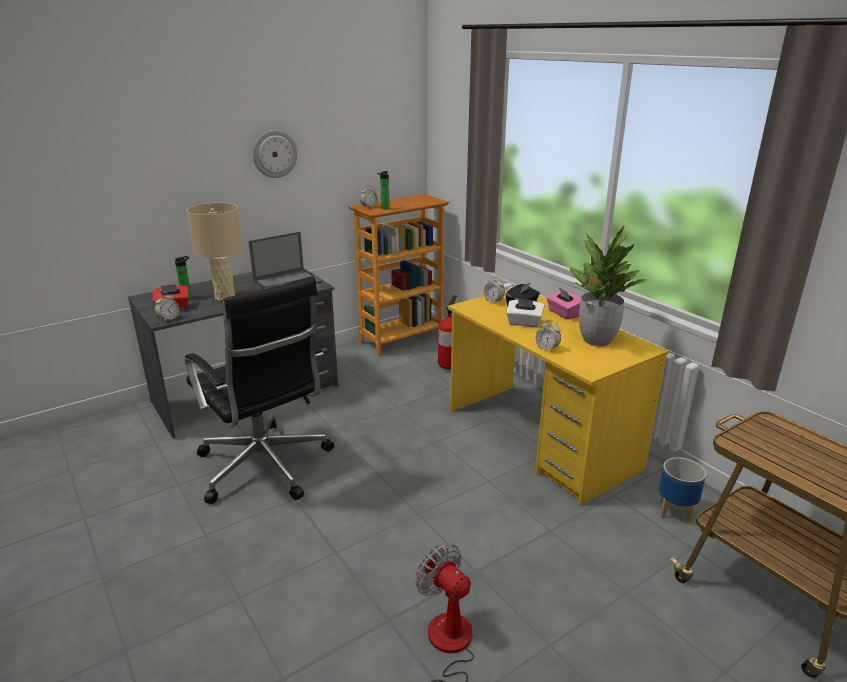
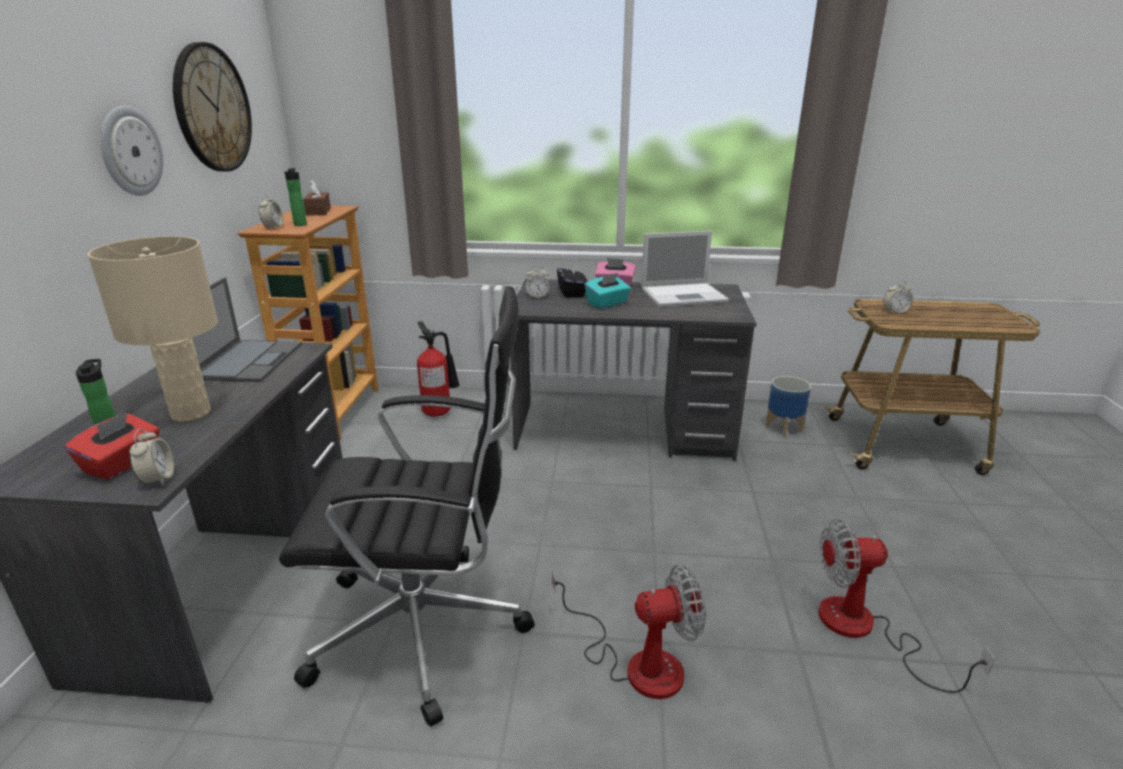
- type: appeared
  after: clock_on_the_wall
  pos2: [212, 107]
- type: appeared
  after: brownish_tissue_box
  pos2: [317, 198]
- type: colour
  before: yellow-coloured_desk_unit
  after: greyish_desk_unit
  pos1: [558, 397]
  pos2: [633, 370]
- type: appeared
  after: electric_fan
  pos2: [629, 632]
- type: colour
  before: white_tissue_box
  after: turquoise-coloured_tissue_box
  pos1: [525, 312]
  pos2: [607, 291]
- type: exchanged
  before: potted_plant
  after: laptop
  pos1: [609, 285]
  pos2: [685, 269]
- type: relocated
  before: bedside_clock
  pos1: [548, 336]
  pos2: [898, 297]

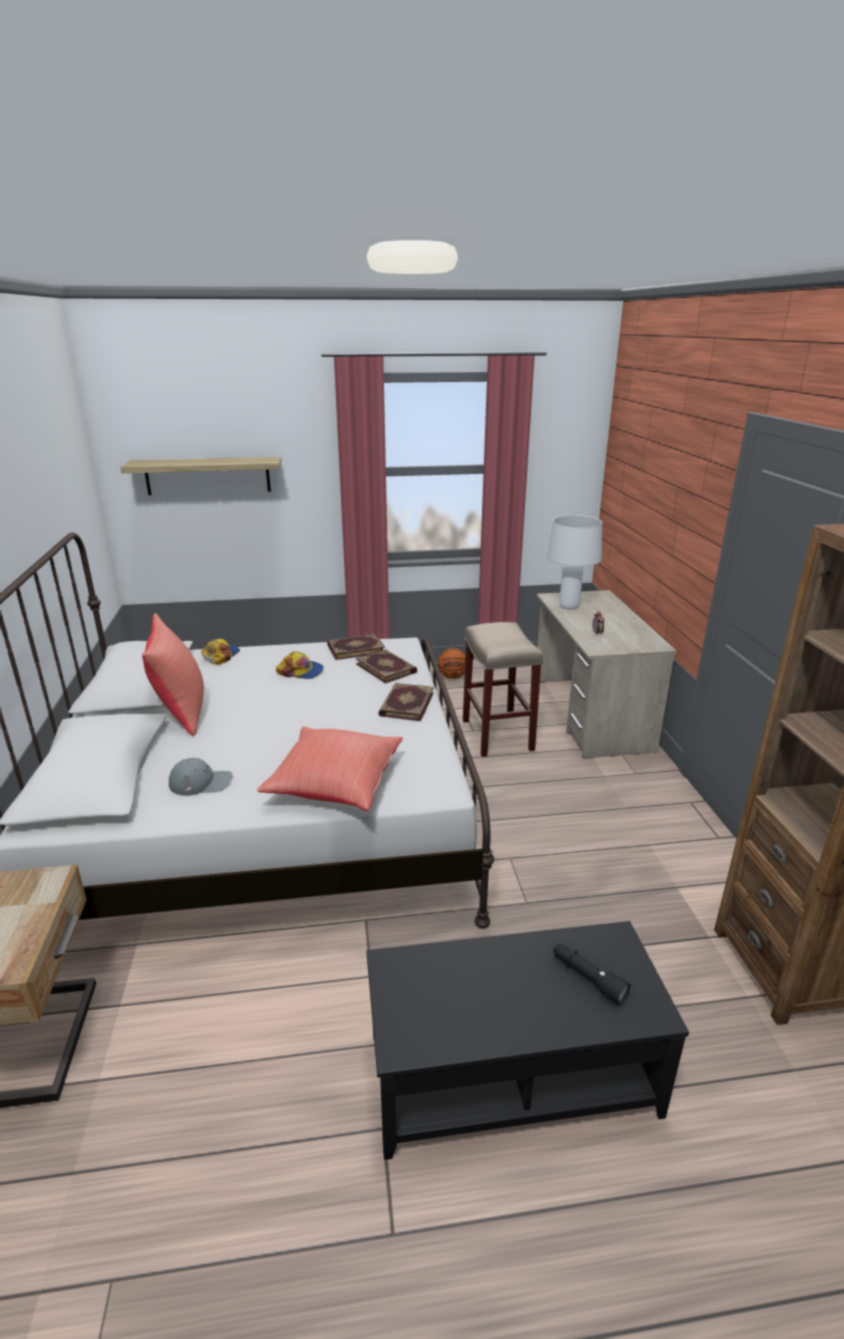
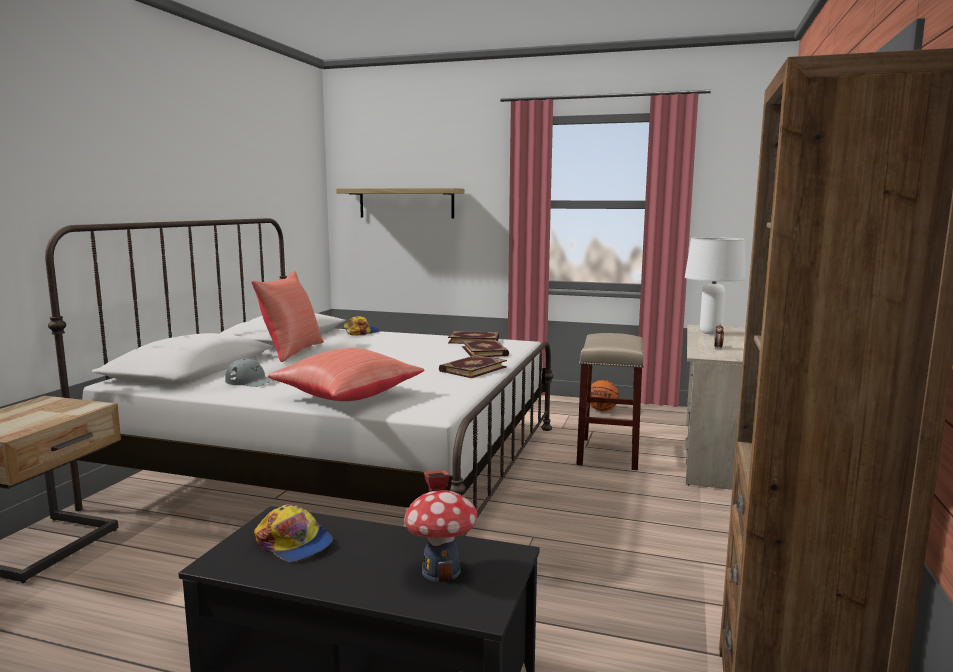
- type: relocated
  before: baseball_cap
  pos1: [300, 665]
  pos2: [293, 533]
- type: exchanged
  before: black_flashlight
  after: model_house
  pos1: [592, 975]
  pos2: [440, 526]

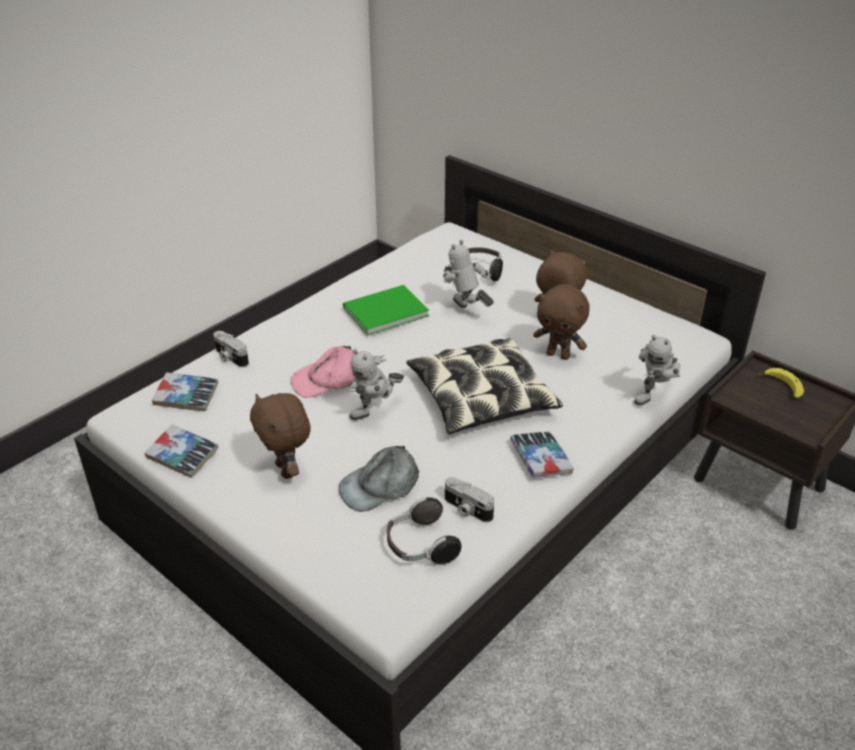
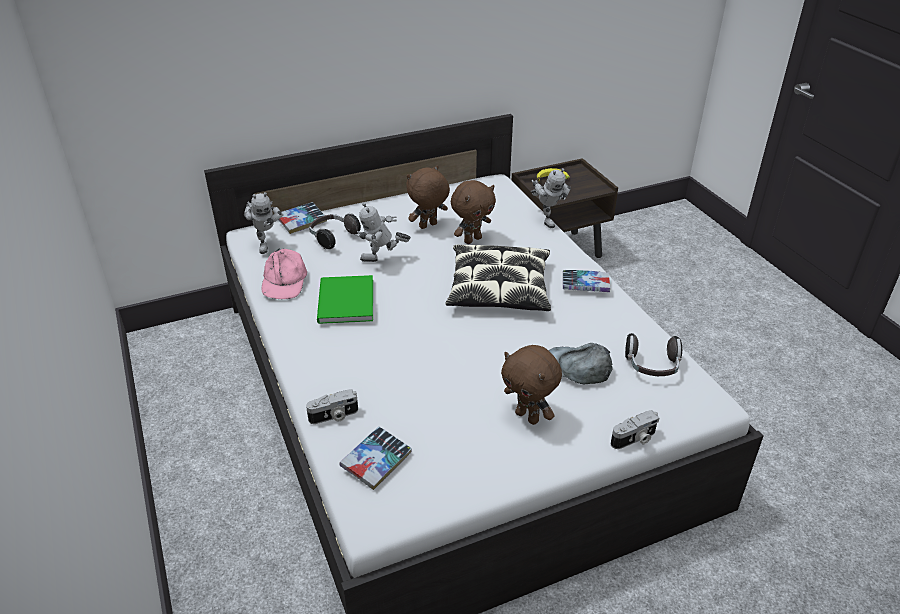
- type: relocated
  before: toy_robot
  pos1: [376, 384]
  pos2: [263, 223]
- type: relocated
  before: pink-coloured_baseball_cap
  pos1: [323, 372]
  pos2: [284, 273]
- type: relocated
  before: volume
  pos1: [181, 451]
  pos2: [302, 218]
- type: spun
  before: brownish_soft_toy
  pos1: [280, 436]
  pos2: [531, 385]
  turn: 45
- type: spun
  before: greyish_baseball_cap
  pos1: [378, 479]
  pos2: [580, 363]
  turn: 120
- type: relocated
  before: still_camera
  pos1: [469, 499]
  pos2: [635, 429]

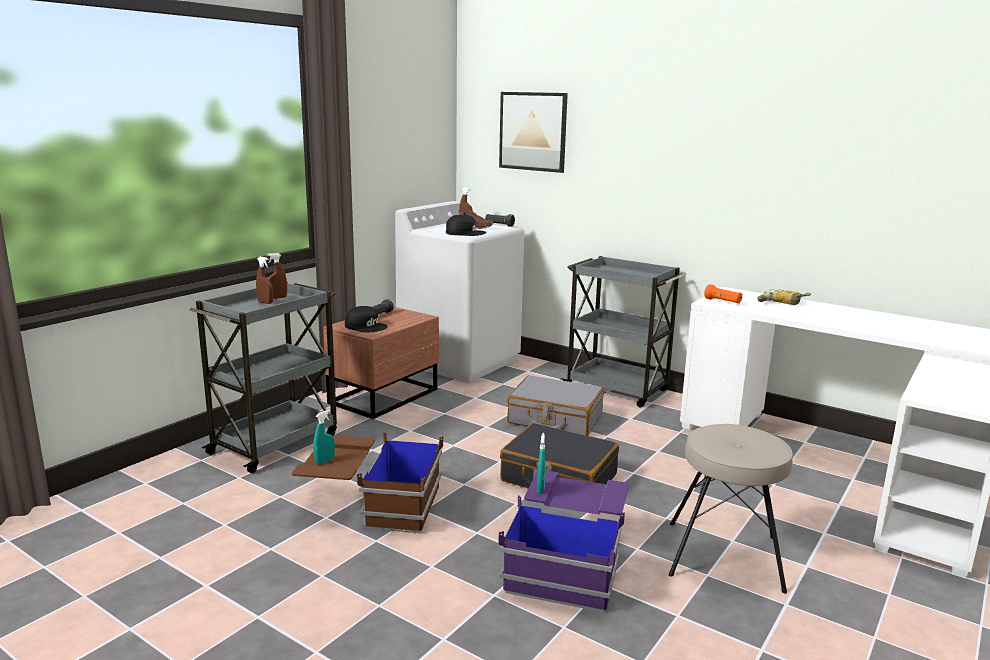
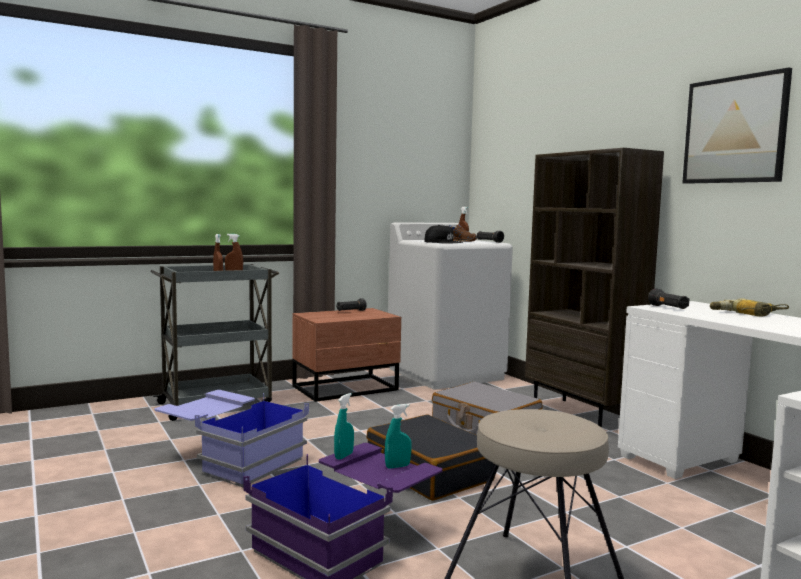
- type: colour
  before: brownish_storage_bin
  after: blue_storage_bin
  pos1: [367, 482]
  pos2: [231, 438]
- type: relocated
  before: turquoise-coloured_hand_sprayer
  pos1: [324, 437]
  pos2: [398, 436]
- type: exchanged
  before: greyish_cart
  after: brownish_bookcase
  pos1: [623, 332]
  pos2: [594, 288]
- type: colour
  before: orangey_flashlight
  after: black_flashlight
  pos1: [723, 294]
  pos2: [669, 299]
- type: relocated
  before: wall_art
  pos1: [533, 132]
  pos2: [737, 126]
- type: missing
  before: black_baseball_cap
  pos1: [366, 319]

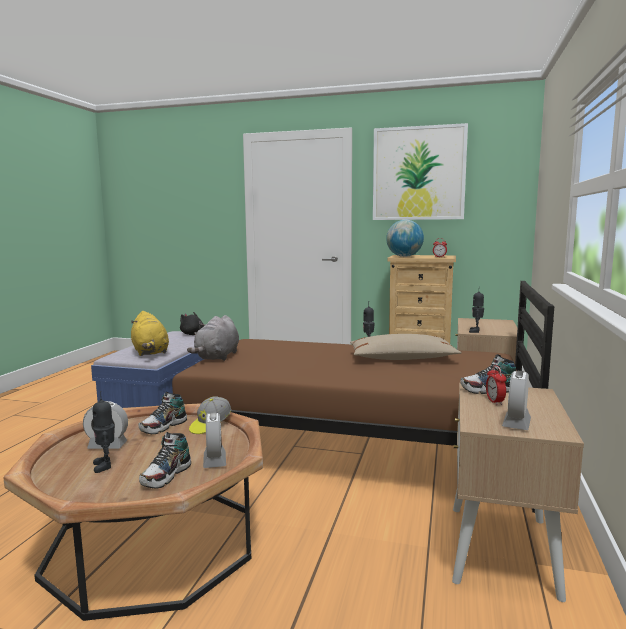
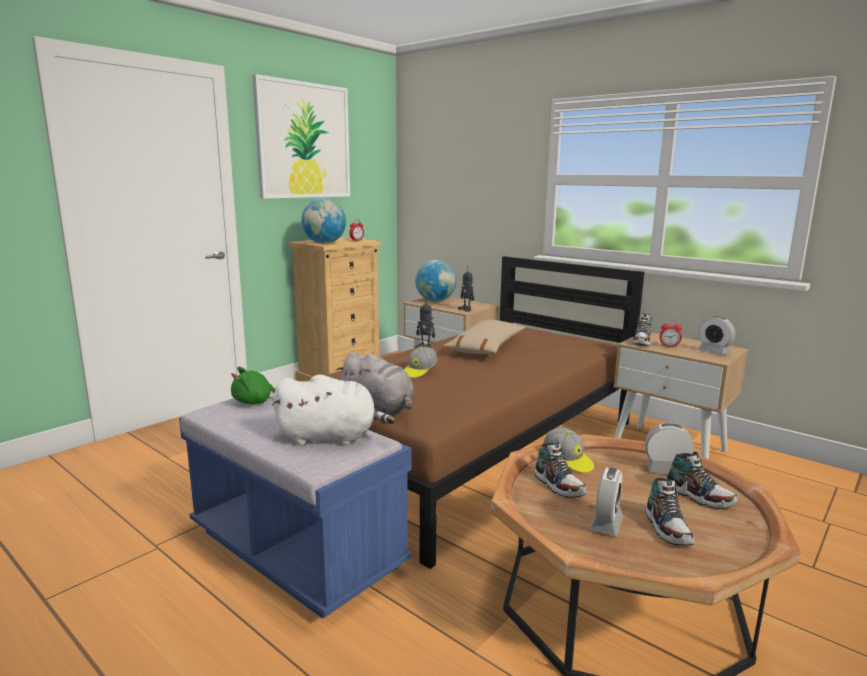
- type: colour
  before: black_soft_toy
  after: green-coloured_soft_toy
  pos1: [192, 323]
  pos2: [253, 385]
- type: colour
  before: yellow-coloured_soft_toy
  after: white_soft_toy
  pos1: [150, 333]
  pos2: [333, 409]
- type: appeared
  after: baseball_cap
  pos2: [420, 362]
- type: appeared
  after: world_globe
  pos2: [435, 280]
- type: exchanged
  before: toy_robot
  after: low_shoe
  pos1: [103, 432]
  pos2: [669, 512]

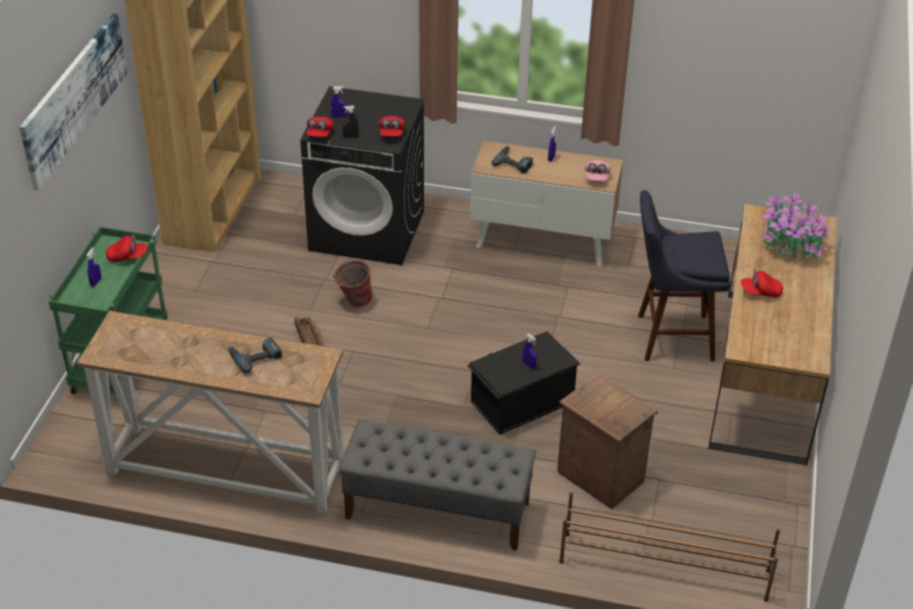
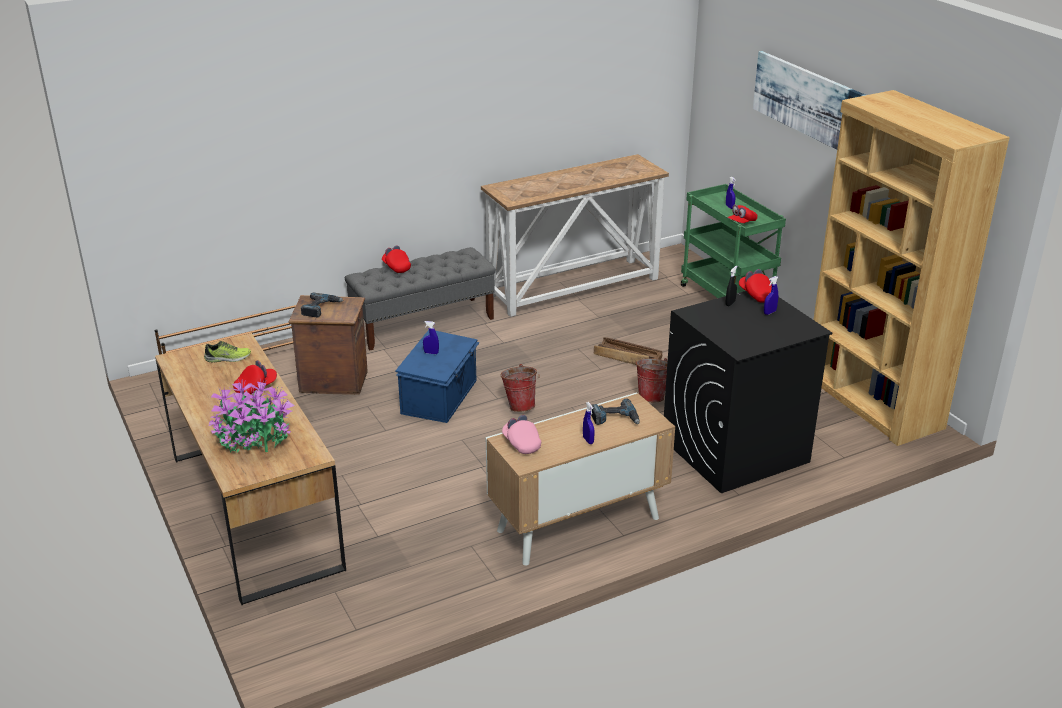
- type: appeared
  after: low_shoe
  pos2: [227, 352]
- type: relocated
  before: drill
  pos1: [255, 355]
  pos2: [322, 305]
- type: relocated
  before: red-coloured_baseball_cap
  pos1: [392, 126]
  pos2: [396, 259]
- type: colour
  before: black_storage_bin
  after: blue_storage_bin
  pos1: [523, 383]
  pos2: [437, 376]
- type: appeared
  after: water_bucket
  pos2: [520, 388]
- type: missing
  before: blue_stool
  pos1: [684, 276]

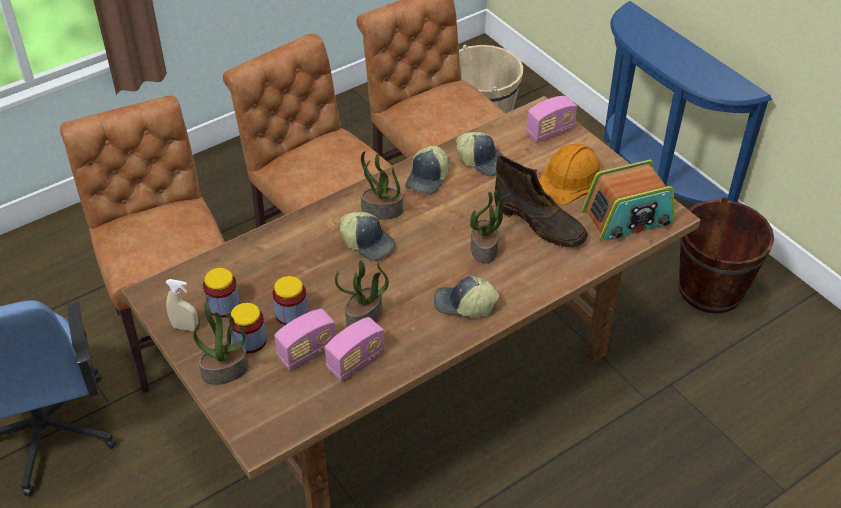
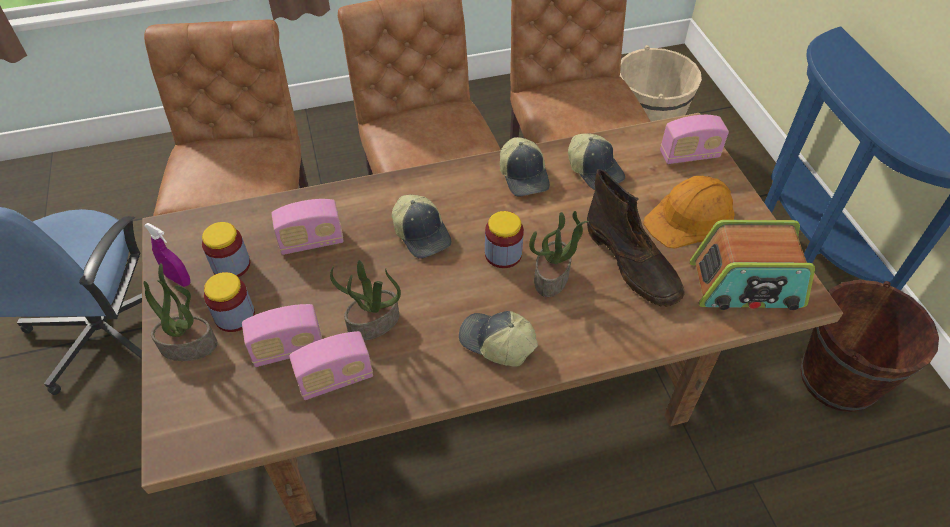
- type: colour
  before: beige-coloured_hand_sprayer
  after: purple-coloured_hand_sprayer
  pos1: [181, 305]
  pos2: [167, 255]
- type: appeared
  after: radio_receiver
  pos2: [308, 227]
- type: relocated
  before: storage_jar
  pos1: [290, 300]
  pos2: [504, 239]
- type: spun
  before: baseball_cap
  pos1: [427, 170]
  pos2: [525, 167]
  turn: -60
- type: missing
  before: potted_plant
  pos1: [382, 185]

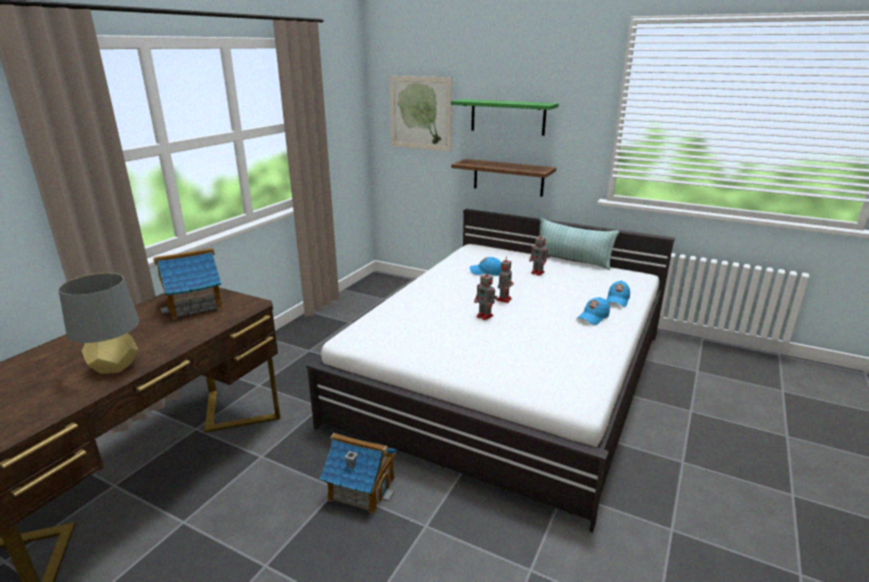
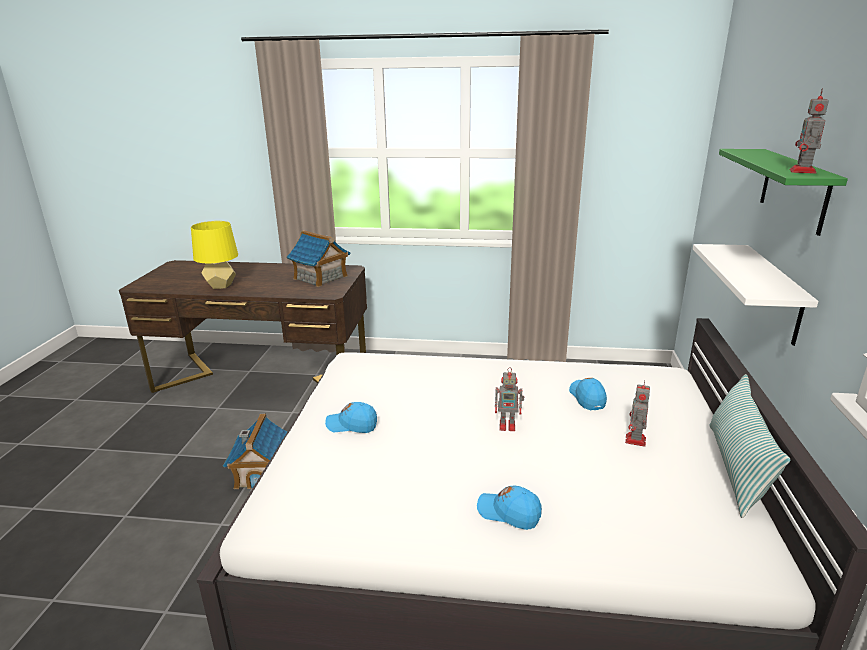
- type: colour
  before: greyish_lamp_for_a_table
  after: yellow-coloured_lamp_for_a_table
  pos1: [98, 323]
  pos2: [214, 255]
- type: relocated
  before: blue_baseball_cap
  pos1: [618, 294]
  pos2: [351, 417]
- type: colour
  before: brownish_wall_shelf
  after: white_wall_shelf
  pos1: [503, 178]
  pos2: [755, 295]
- type: relocated
  before: toy_robot
  pos1: [485, 295]
  pos2: [809, 131]
- type: missing
  before: wall_art
  pos1: [420, 114]

